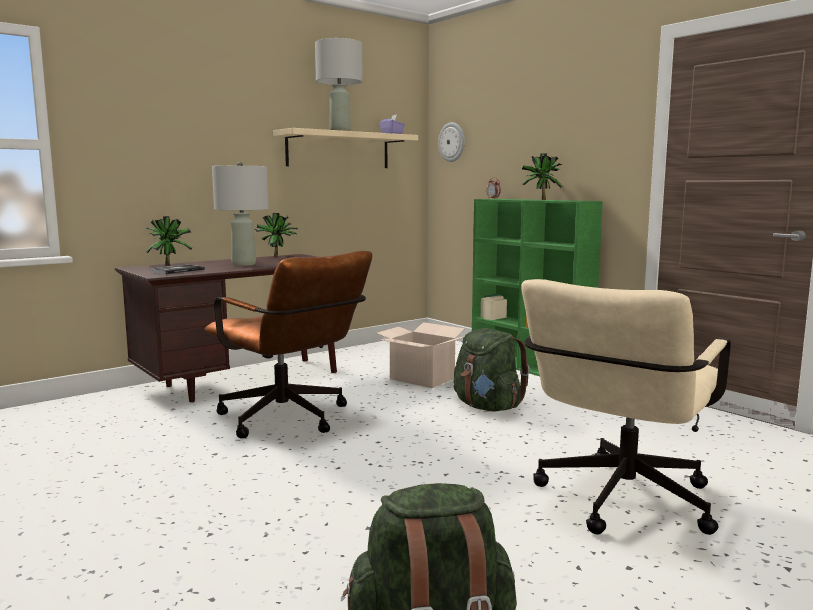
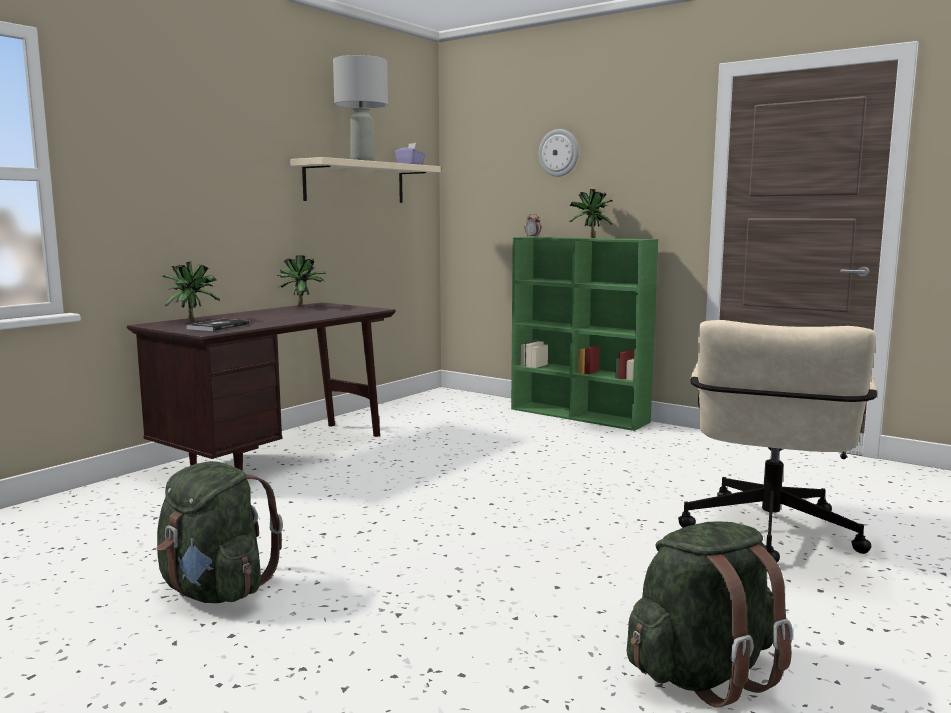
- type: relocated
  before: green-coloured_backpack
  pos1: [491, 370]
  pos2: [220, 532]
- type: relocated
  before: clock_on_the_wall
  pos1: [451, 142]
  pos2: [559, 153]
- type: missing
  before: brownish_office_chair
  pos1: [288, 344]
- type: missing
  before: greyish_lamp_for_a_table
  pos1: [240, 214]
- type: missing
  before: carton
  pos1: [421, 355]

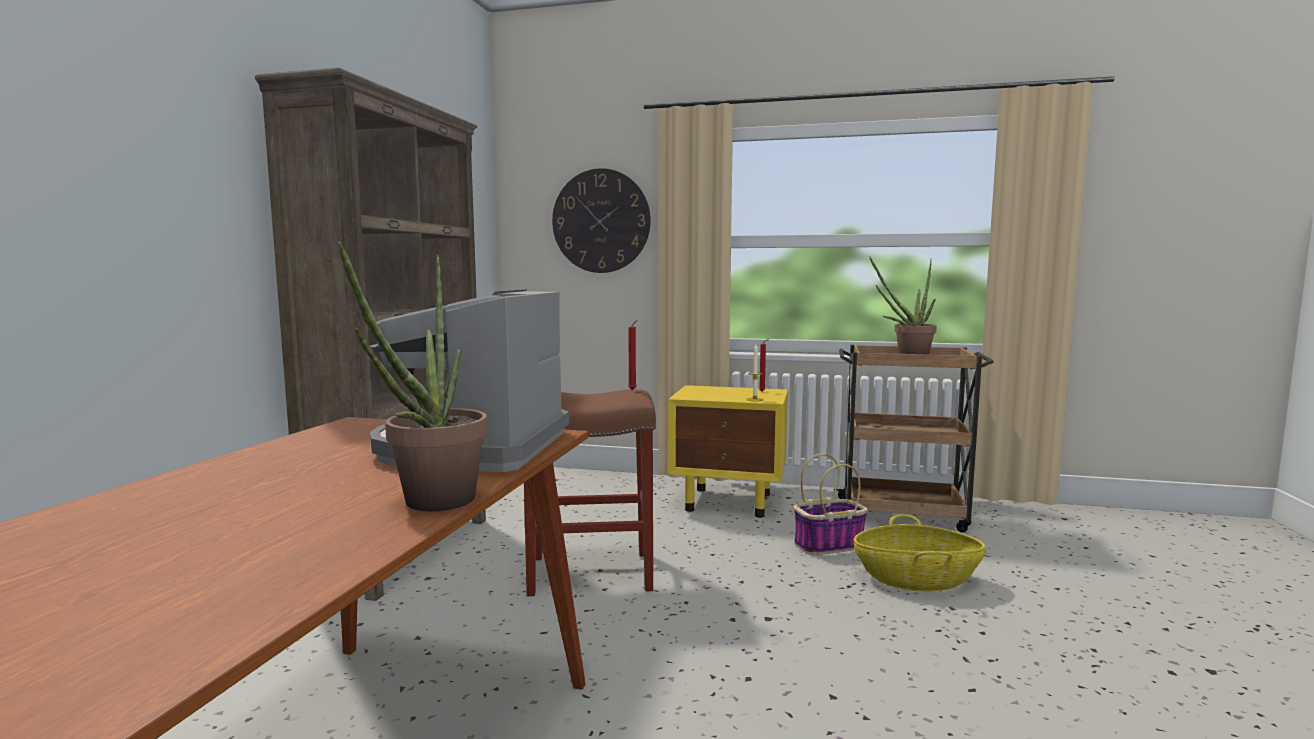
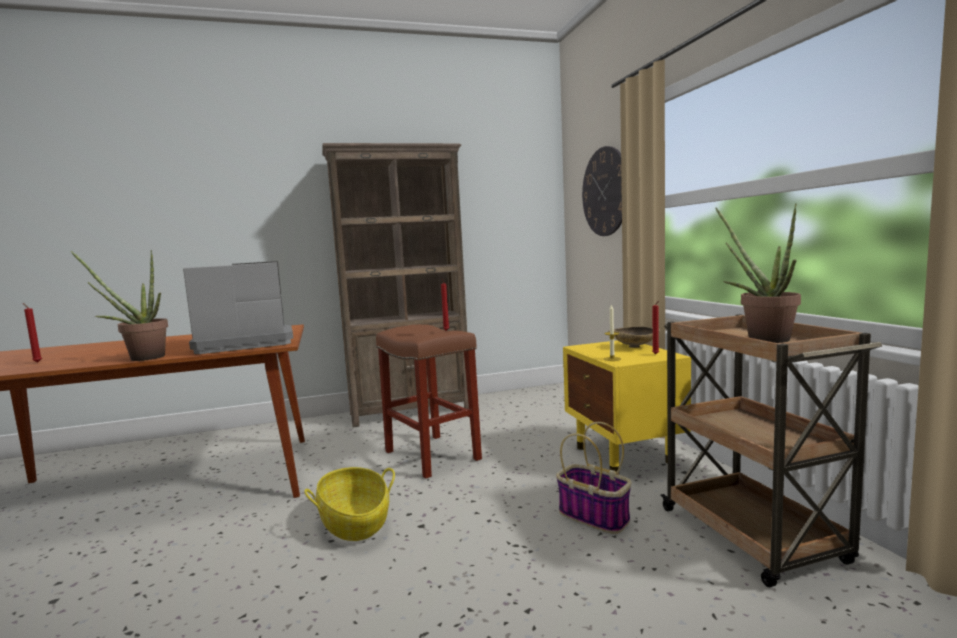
- type: appeared
  after: red-coloured_candle
  pos2: [32, 332]
- type: relocated
  before: household_basket
  pos1: [919, 553]
  pos2: [349, 504]
- type: appeared
  after: beige-coloured_deep_dish
  pos2: [634, 337]

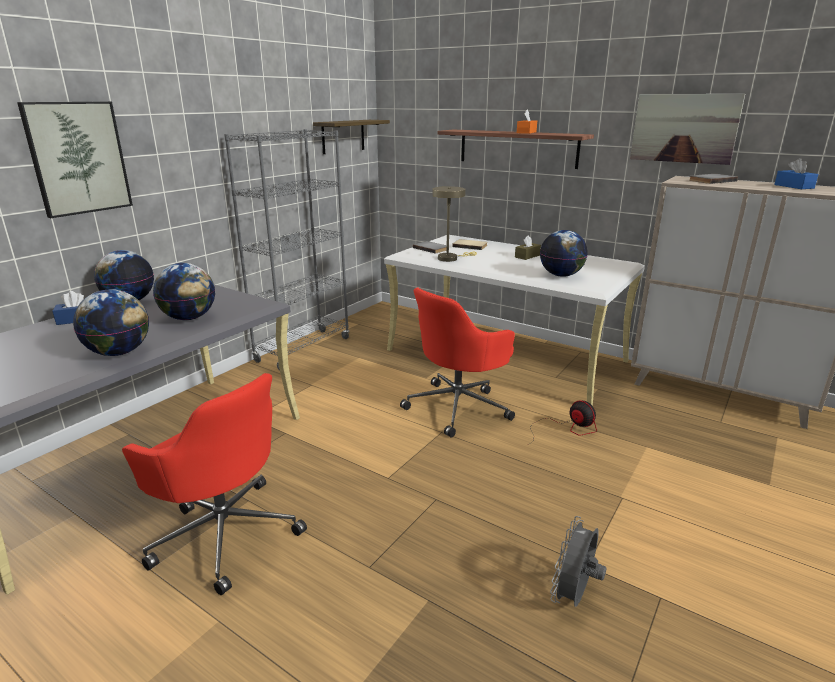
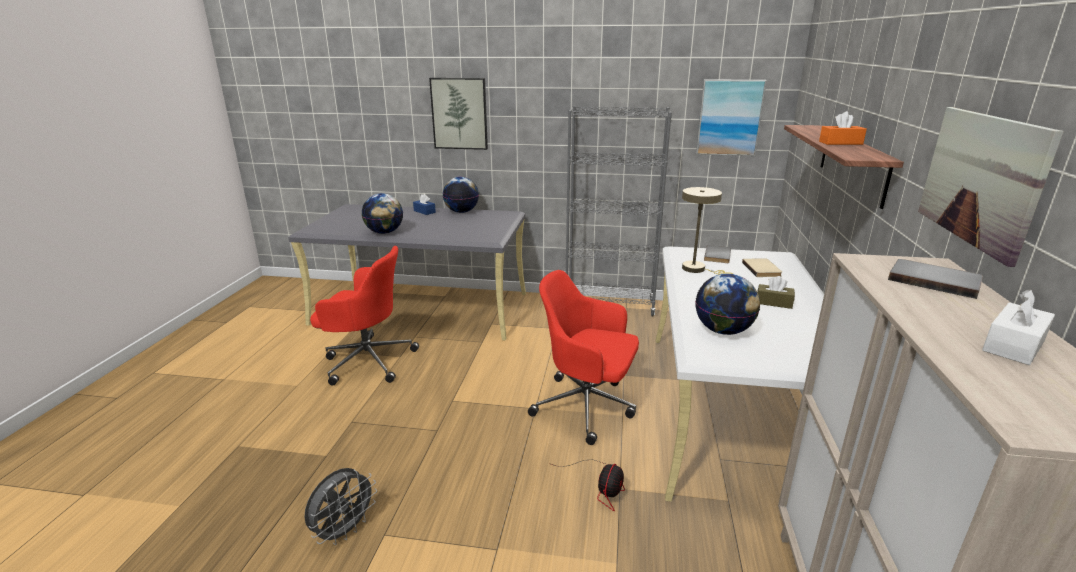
- type: spun
  before: greyish_electric_fan
  pos1: [578, 561]
  pos2: [340, 506]
  turn: 120
- type: spun
  before: red-coloured_office_chair
  pos1: [214, 484]
  pos2: [364, 316]
  turn: -90
- type: exchanged
  before: wall_shelf
  after: wall_art
  pos1: [351, 137]
  pos2: [731, 117]
- type: colour
  before: blue_tissue_box
  after: white_tissue_box
  pos1: [796, 173]
  pos2: [1018, 327]
- type: missing
  before: world_globe
  pos1: [184, 291]

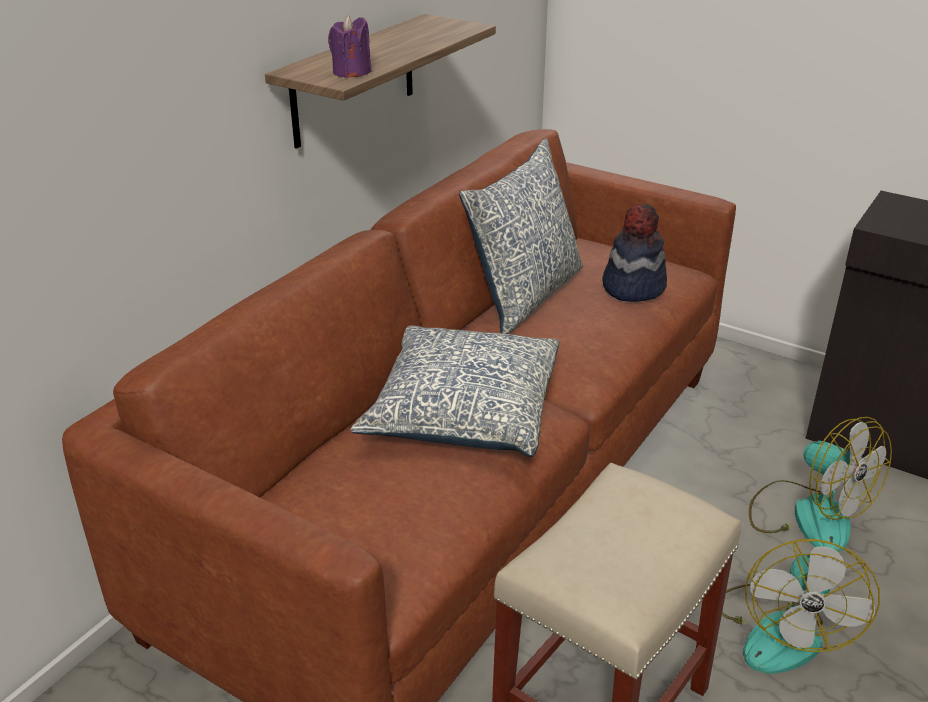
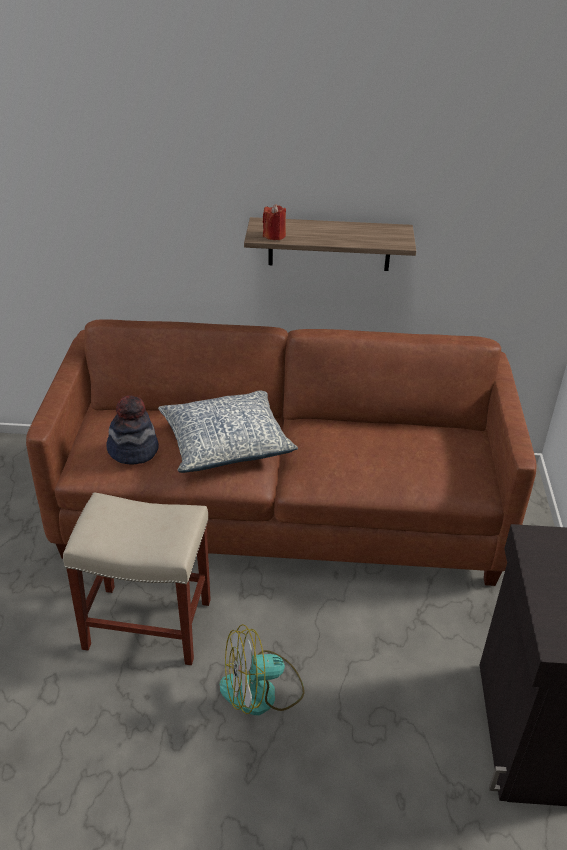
- type: relocated
  before: wearable_hat
  pos1: [635, 253]
  pos2: [132, 429]
- type: colour
  before: purple-coloured_candle
  after: red-coloured_candle
  pos1: [350, 46]
  pos2: [274, 222]
- type: missing
  before: pillow
  pos1: [521, 236]
- type: missing
  before: electric_fan
  pos1: [820, 484]

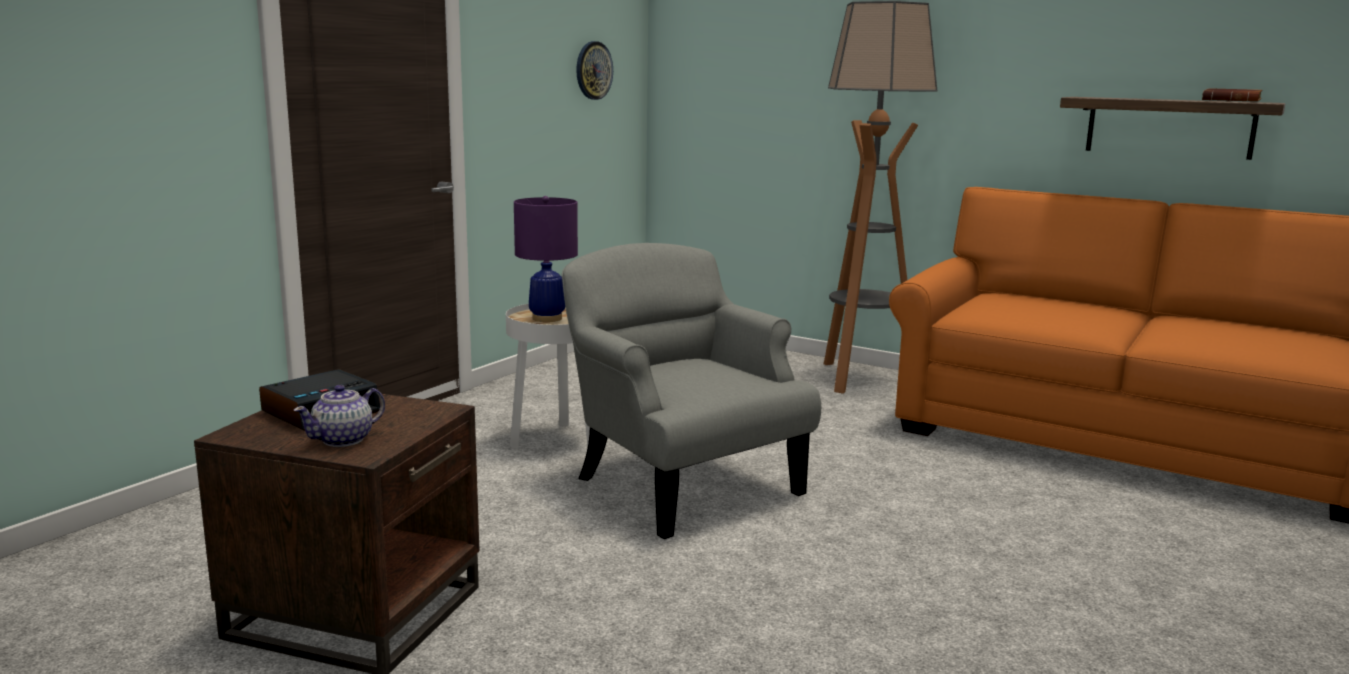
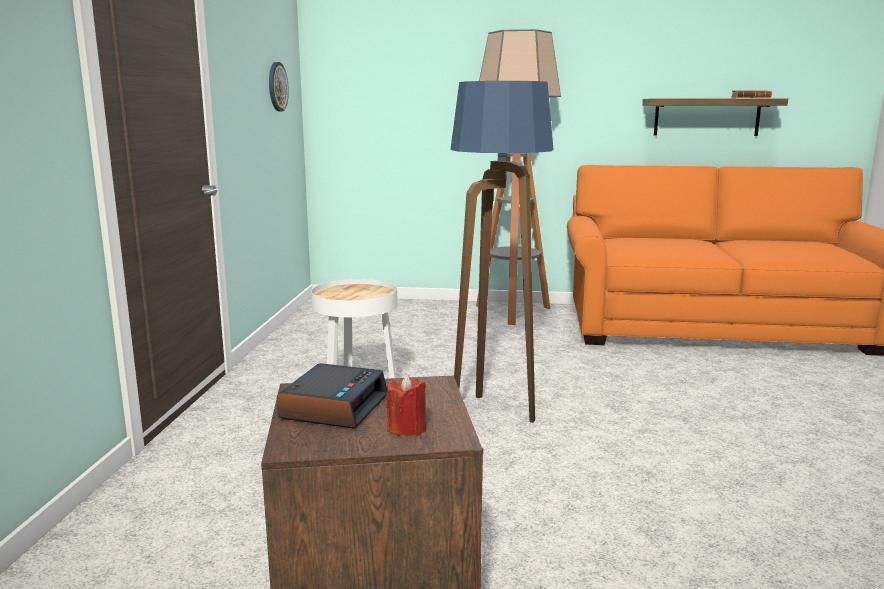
- type: exchanged
  before: teapot
  after: red-coloured_candle
  pos1: [339, 416]
  pos2: [406, 406]
- type: exchanged
  before: greyish_armchair
  after: standard_lamp
  pos1: [691, 391]
  pos2: [502, 252]
- type: missing
  before: purple-coloured_lamp_for_a_table
  pos1: [546, 259]

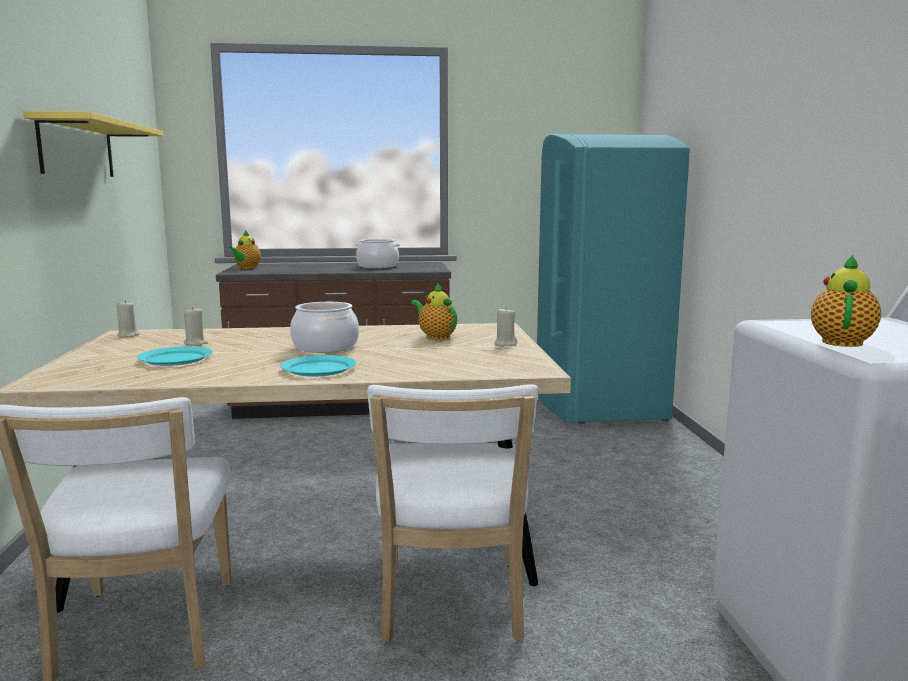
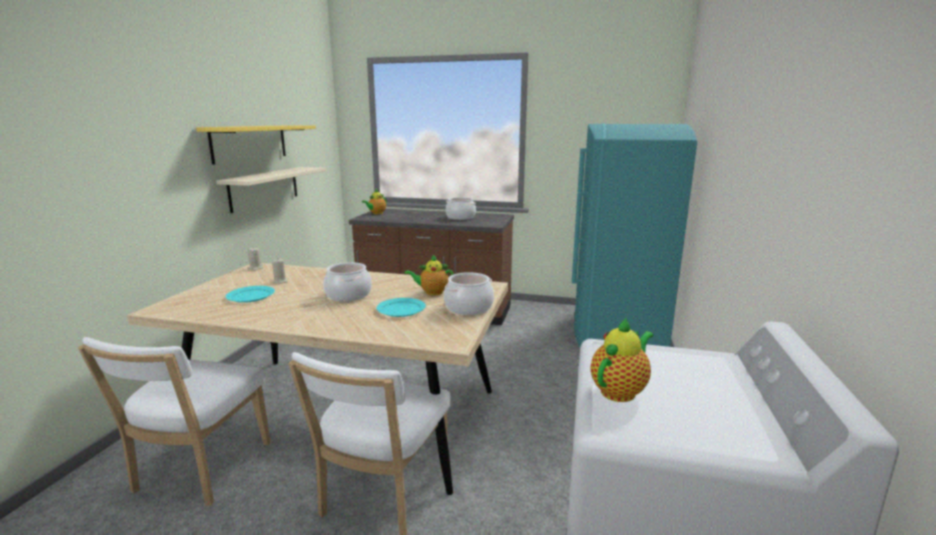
- type: appeared
  after: beige-coloured_wall_shelf
  pos2: [271, 190]
- type: relocated
  before: turquoise-coloured_flat_dish
  pos1: [318, 365]
  pos2: [401, 307]
- type: spun
  before: teapot
  pos1: [434, 311]
  pos2: [429, 275]
  turn: -75
- type: exchanged
  before: beige-coloured_candle
  after: cooking_pot
  pos1: [505, 327]
  pos2: [469, 293]

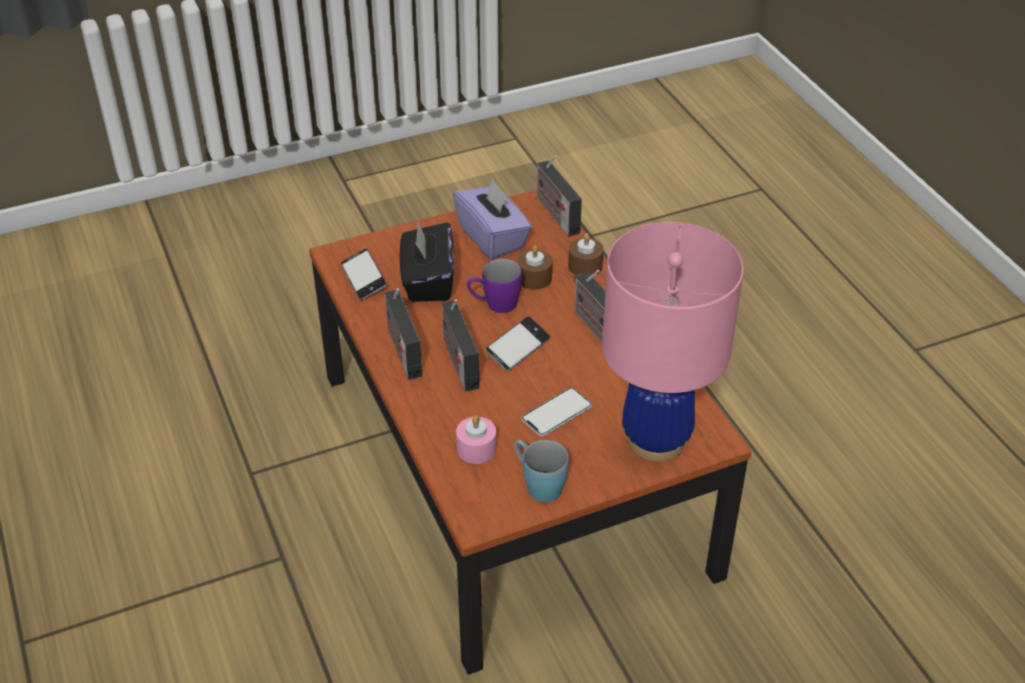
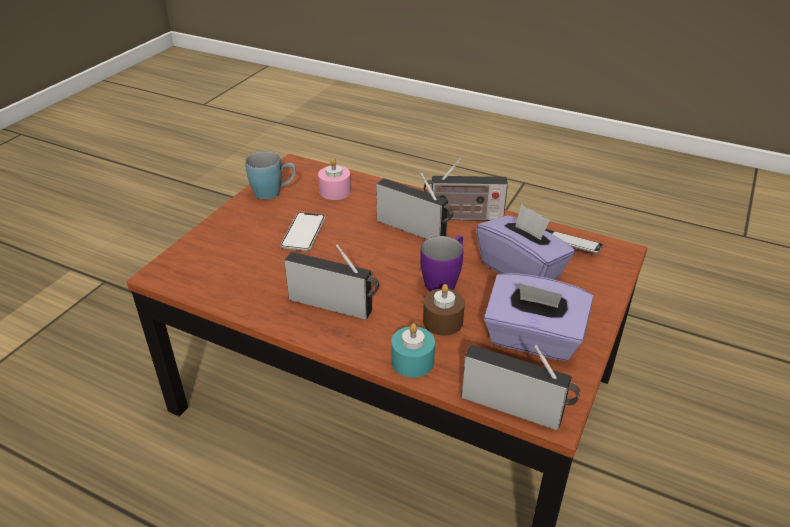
- type: colour
  before: brownish_candle
  after: turquoise-coloured_candle
  pos1: [586, 254]
  pos2: [413, 350]
- type: spun
  before: radio_receiver
  pos1: [404, 334]
  pos2: [466, 189]
  turn: 150
- type: colour
  before: black_tissue_box
  after: purple-coloured_tissue_box
  pos1: [427, 262]
  pos2: [525, 241]
- type: missing
  before: telephone
  pos1: [517, 343]
- type: missing
  before: pink-coloured_lamp_for_a_table
  pos1: [673, 342]

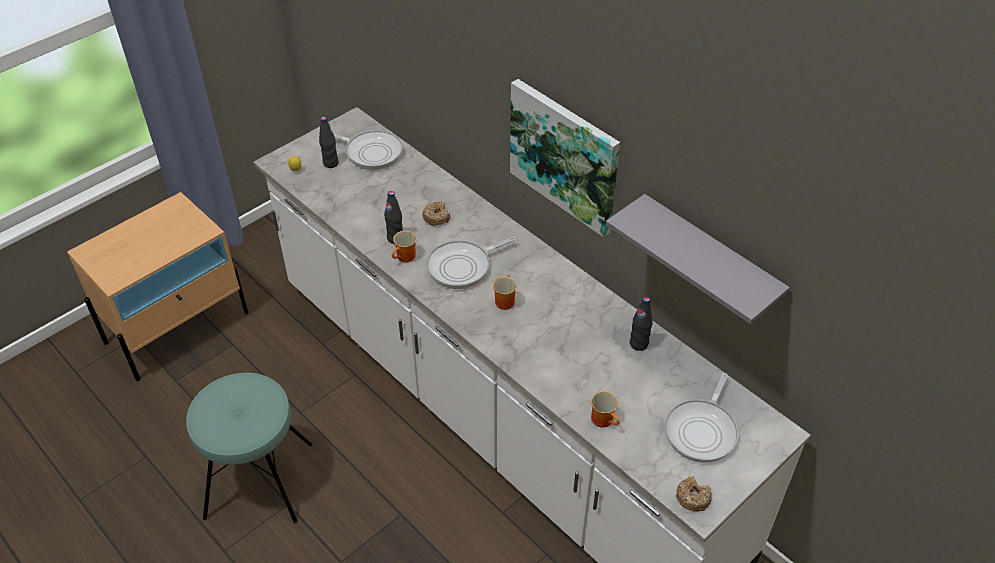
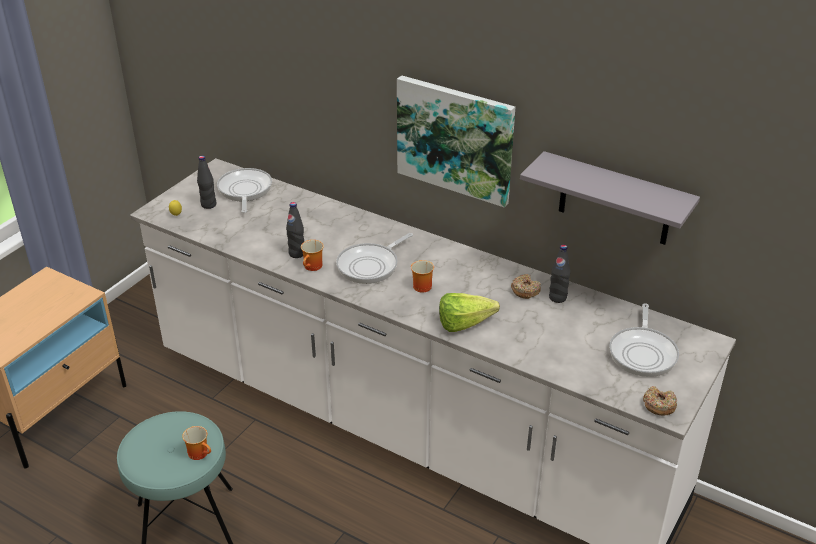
- type: relocated
  before: tea_mug
  pos1: [605, 409]
  pos2: [196, 443]
- type: spun
  before: frying_pan
  pos1: [368, 150]
  pos2: [244, 190]
  turn: -105
- type: appeared
  after: head_of_lettuce
  pos2: [469, 312]
- type: relocated
  before: donut
  pos1: [436, 214]
  pos2: [526, 286]

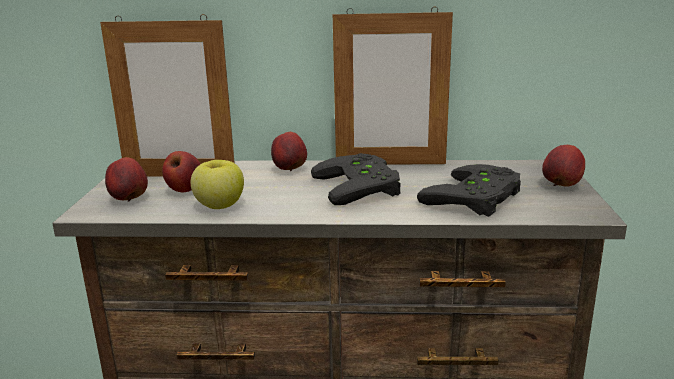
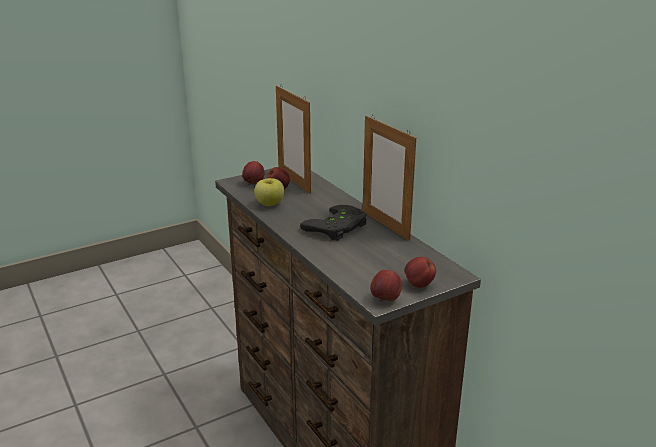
- type: relocated
  before: whole_apple
  pos1: [289, 151]
  pos2: [386, 285]
- type: missing
  before: black_joypad
  pos1: [469, 190]

